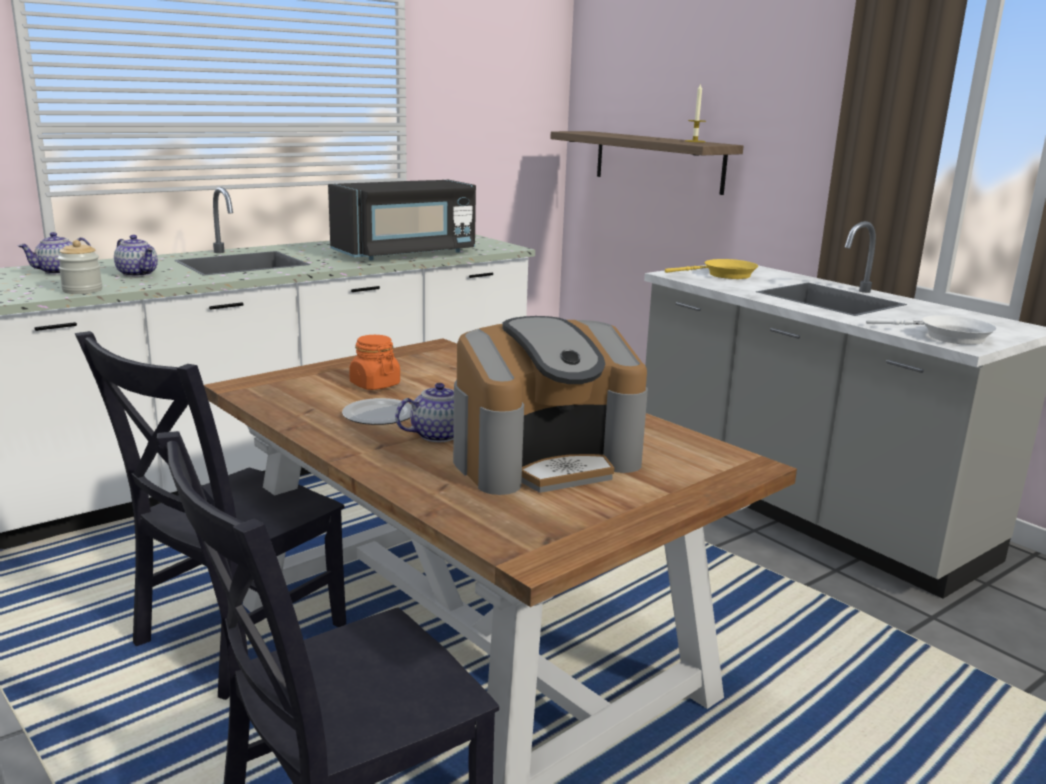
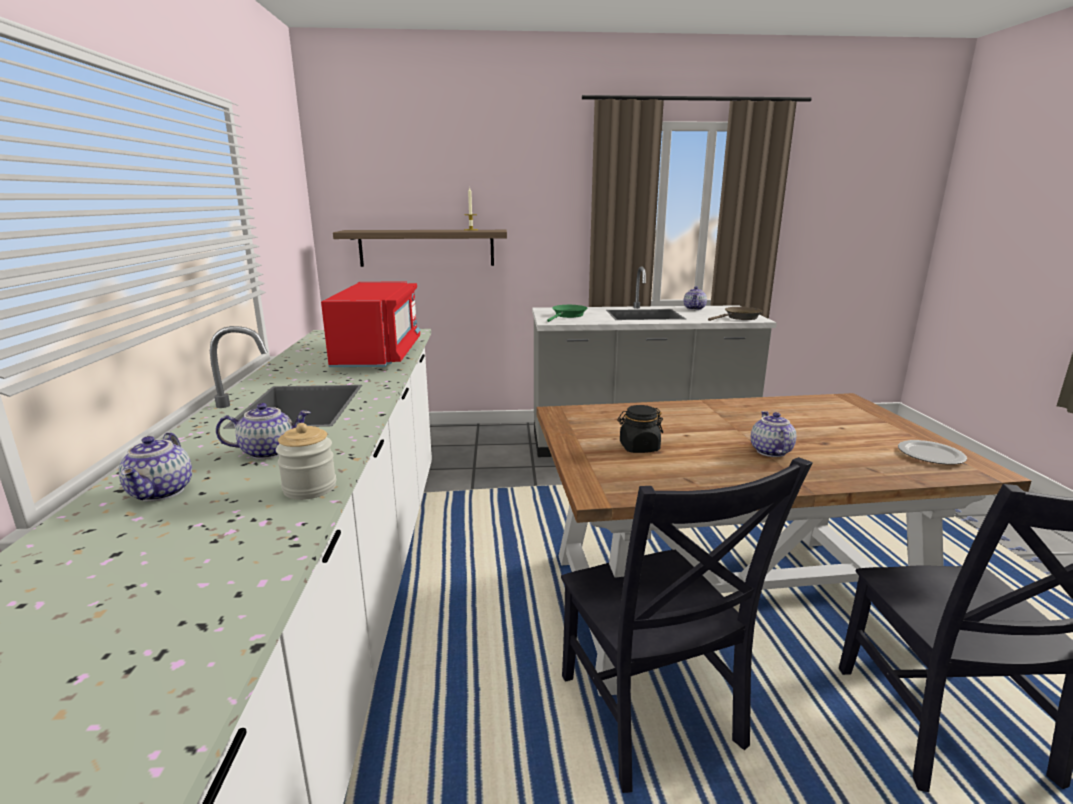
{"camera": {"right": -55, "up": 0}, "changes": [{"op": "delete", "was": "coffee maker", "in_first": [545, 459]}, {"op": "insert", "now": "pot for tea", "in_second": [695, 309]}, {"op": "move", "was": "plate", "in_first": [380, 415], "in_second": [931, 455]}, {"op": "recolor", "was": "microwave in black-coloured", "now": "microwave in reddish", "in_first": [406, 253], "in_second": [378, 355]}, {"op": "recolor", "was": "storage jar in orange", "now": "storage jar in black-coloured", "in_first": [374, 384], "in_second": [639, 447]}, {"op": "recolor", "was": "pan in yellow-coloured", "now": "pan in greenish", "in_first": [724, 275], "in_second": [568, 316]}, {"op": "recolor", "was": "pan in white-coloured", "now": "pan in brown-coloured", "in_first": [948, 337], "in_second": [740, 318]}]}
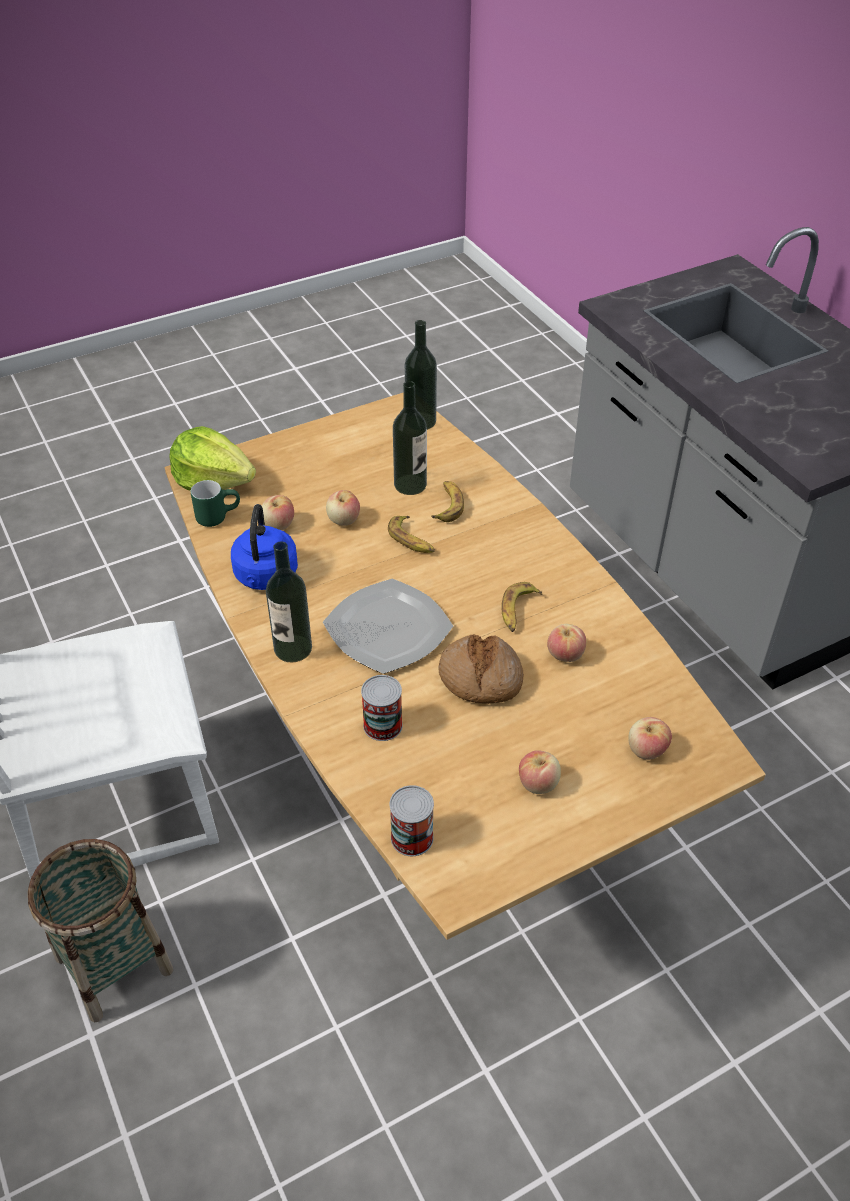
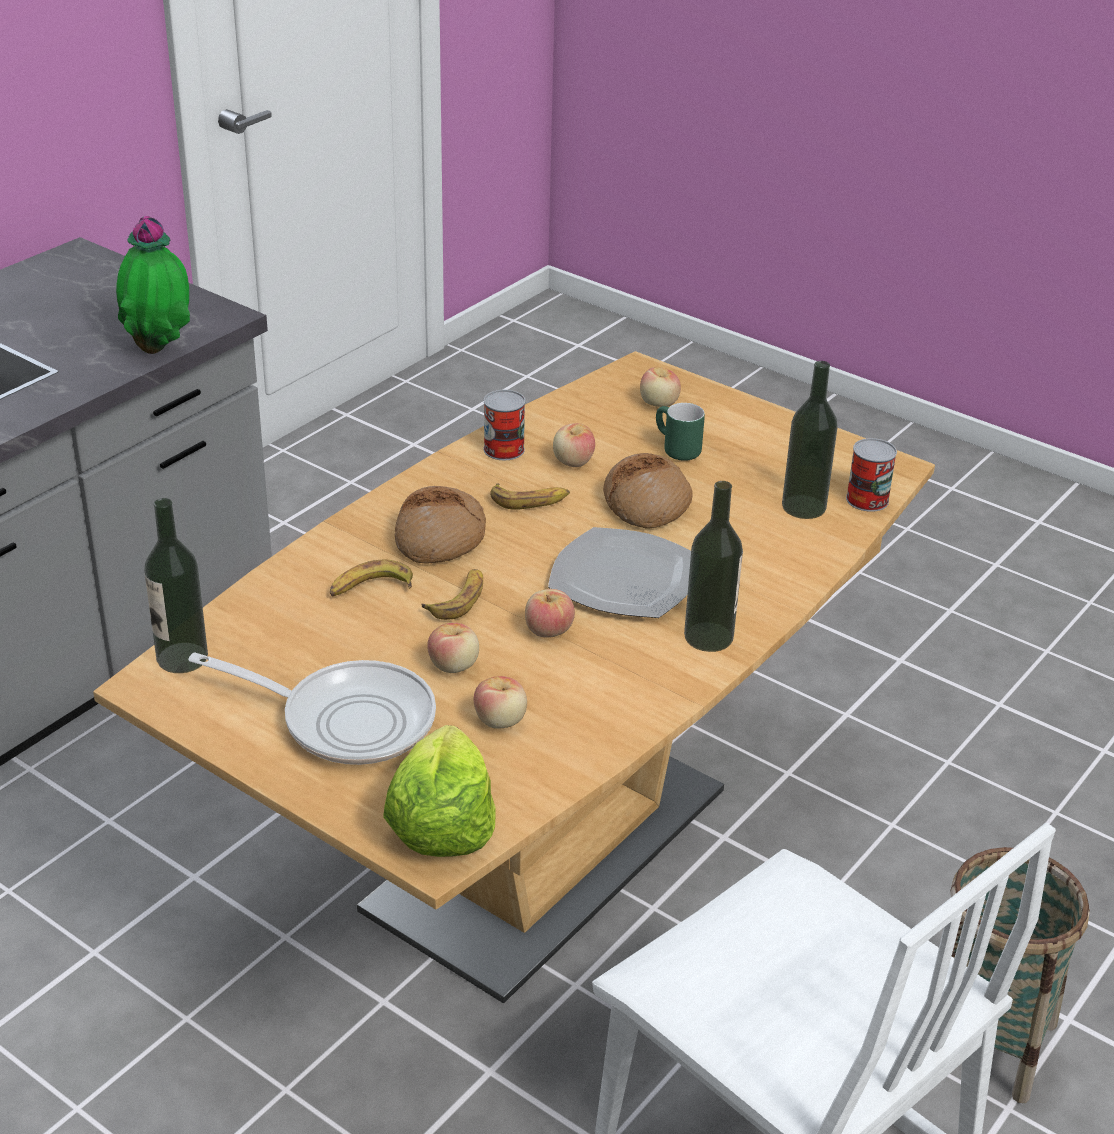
{"camera": {"right": -115, "up": -10}, "changes": [{"op": "delete", "was": "tea kettle in blue", "in_first": [265, 577]}, {"op": "insert", "now": "potted plant", "in_second": [160, 349]}, {"op": "insert", "now": "pan", "in_second": [346, 719]}, {"op": "insert", "now": "baked bread", "in_second": [440, 539]}, {"op": "move", "was": "coffee mug in greenish", "in_first": [218, 516], "in_second": [674, 450]}, {"op": "move", "was": "metal can", "in_first": [383, 725], "in_second": [504, 449]}, {"op": "move", "was": "bottle", "in_first": [410, 484], "in_second": [803, 507]}, {"op": "move", "was": "whole apple", "in_first": [538, 783], "in_second": [548, 631]}]}
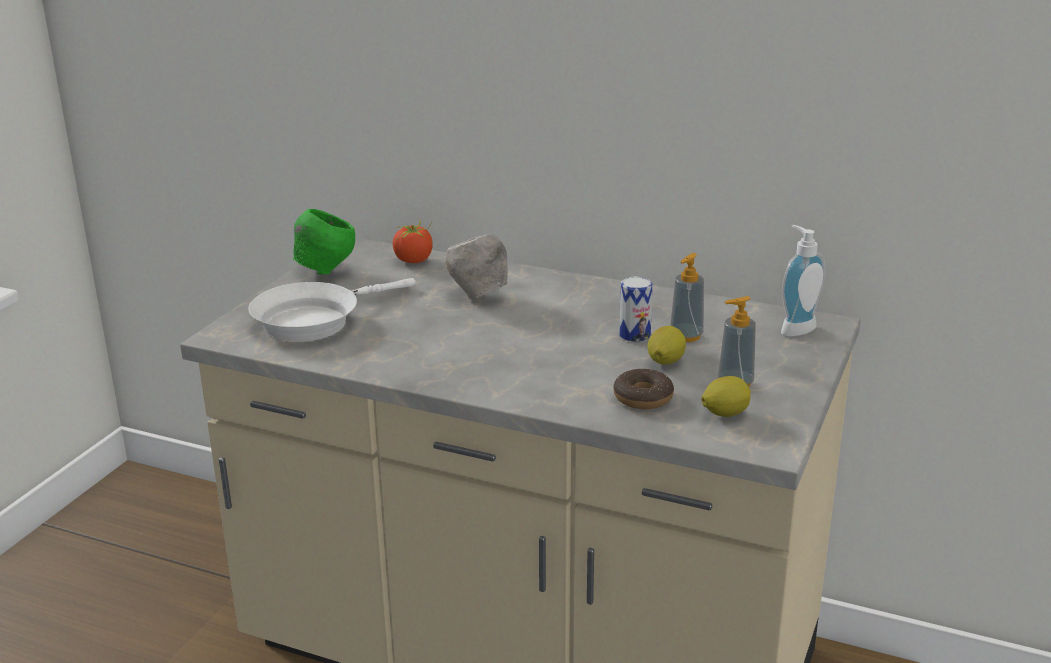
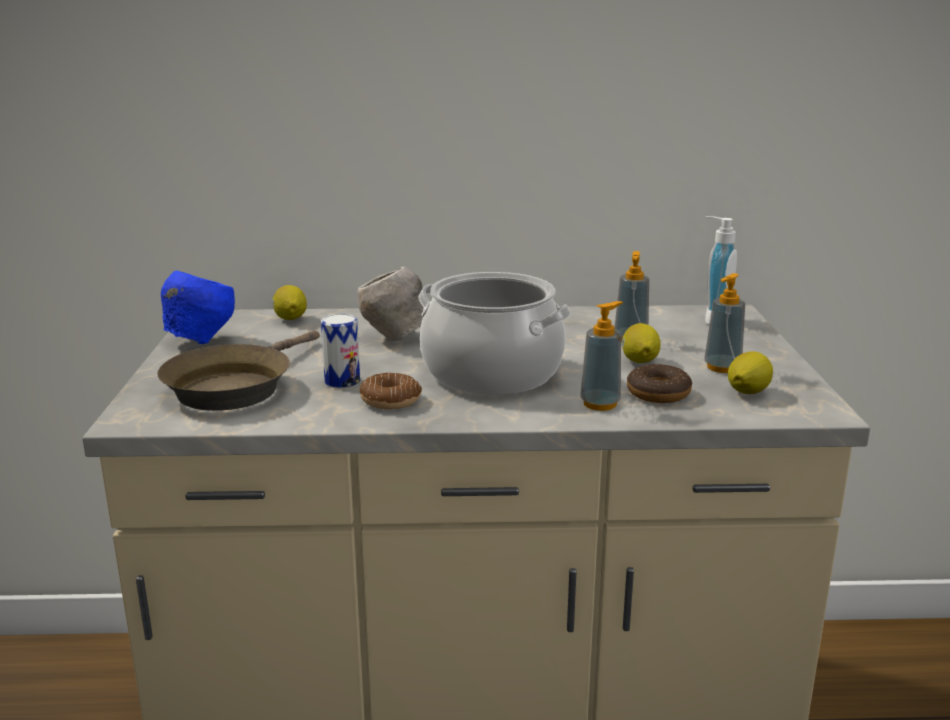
{"camera": {"right": -25, "up": -5}, "changes": [{"op": "insert", "now": "doughnut", "in_second": [390, 400]}, {"op": "insert", "now": "cooking pot", "in_second": [493, 372]}, {"op": "insert", "now": "soap bottle", "in_second": [600, 404]}, {"op": "move", "was": "metal can", "in_first": [634, 335], "in_second": [342, 381]}, {"op": "replace", "was": "whole tomato", "now": "whole lemon", "in_first": [413, 260], "in_second": [290, 319]}, {"op": "recolor", "was": "pan in white-coloured", "now": "pan in brown-coloured", "in_first": [314, 321], "in_second": [234, 387]}, {"op": "recolor", "was": "serving bowl in greenish", "now": "serving bowl in blue", "in_first": [325, 271], "in_second": [200, 341]}]}
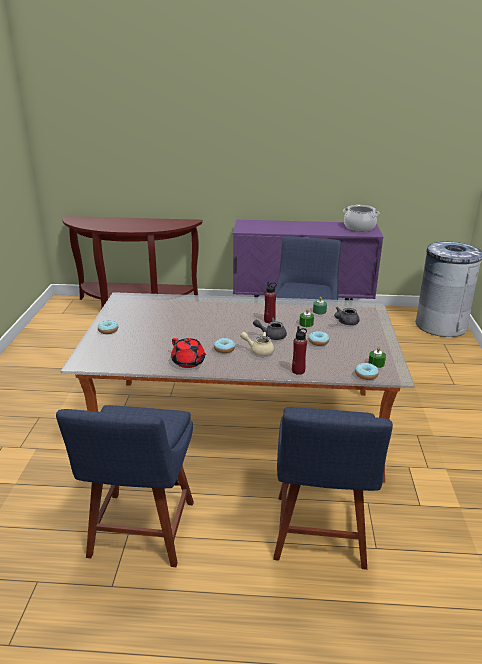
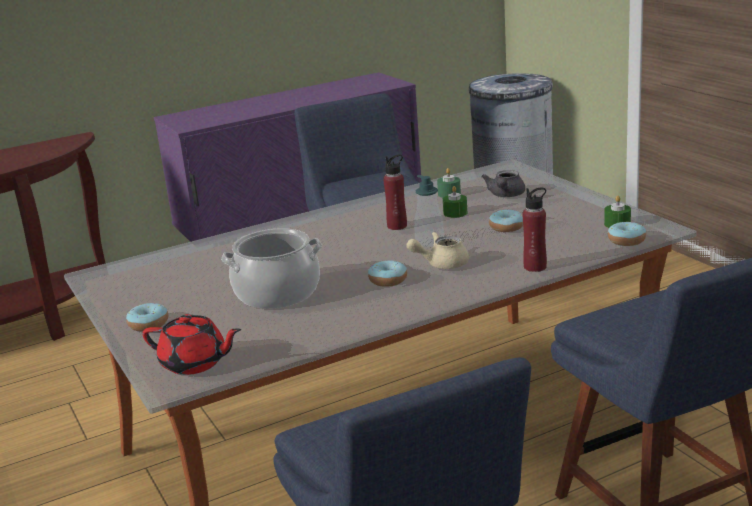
{"camera": {"right": -30, "up": -5}, "changes": [{"op": "move", "was": "pot for tea in reddish", "in_first": [188, 362], "in_second": [195, 363]}, {"op": "move", "was": "cooking pot", "in_first": [359, 227], "in_second": [277, 293]}, {"op": "replace", "was": "pot for tea in grey", "now": "soap bottle", "in_first": [271, 335], "in_second": [429, 242]}]}
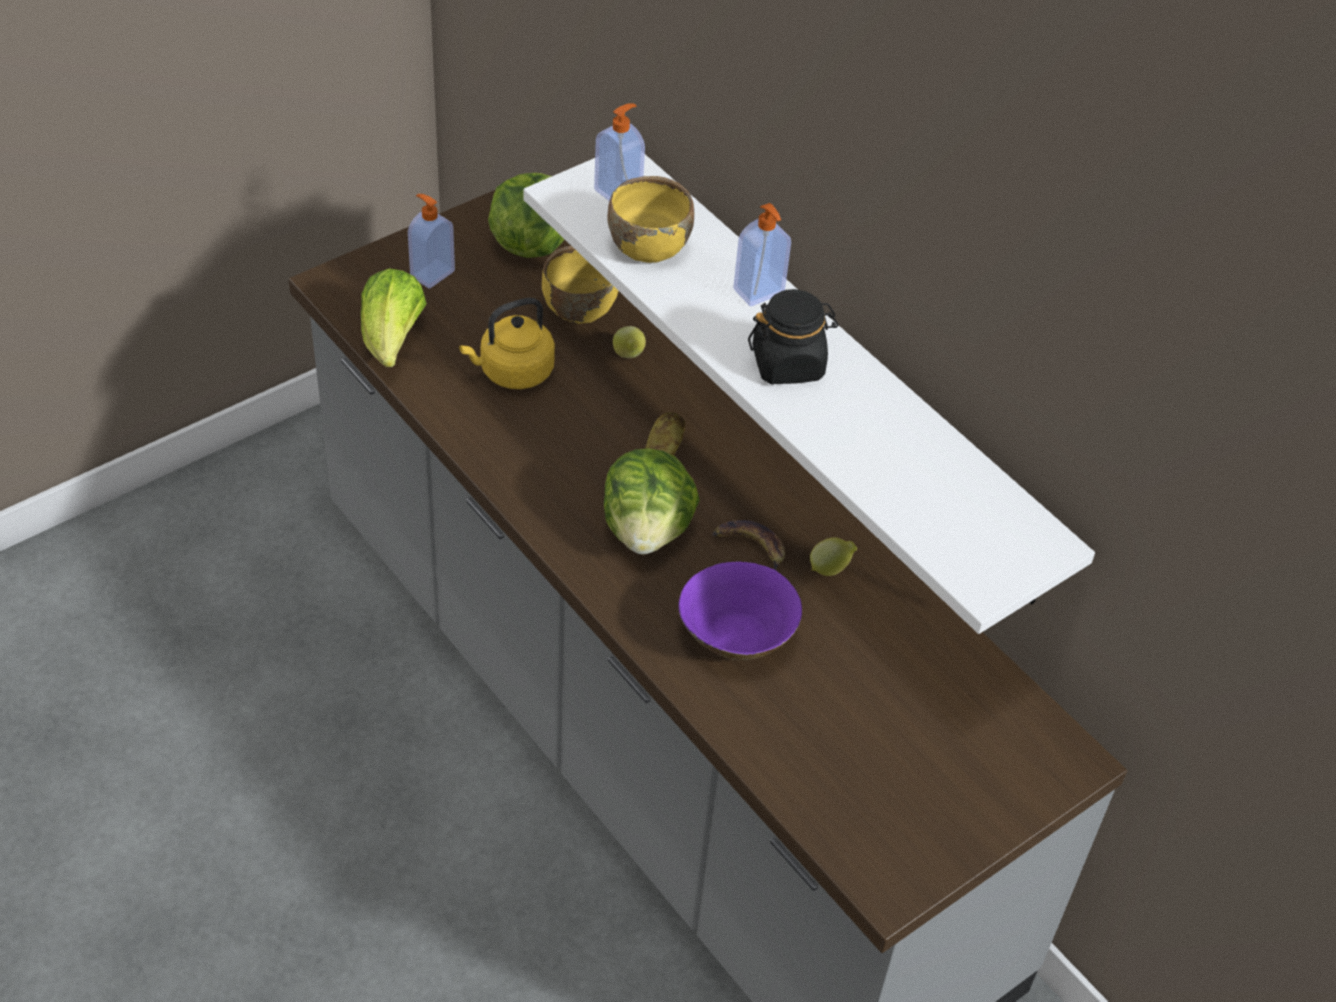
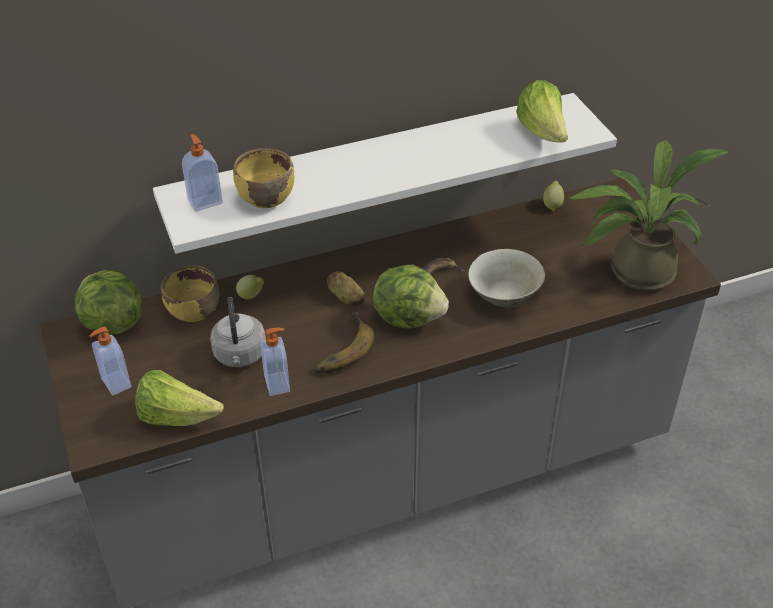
{"camera": {"right": -70, "up": -5}, "changes": [{"op": "delete", "was": "storage jar in black-coloured", "in_first": [788, 363]}, {"op": "insert", "now": "whole banana", "in_second": [339, 348]}, {"op": "insert", "now": "head of lettuce", "in_second": [543, 133]}, {"op": "insert", "now": "potted plant", "in_second": [633, 271]}, {"op": "move", "was": "soap bottle", "in_first": [759, 292], "in_second": [278, 383]}, {"op": "move", "was": "whole lemon", "in_first": [830, 569], "in_second": [552, 205]}, {"op": "recolor", "was": "tea kettle in yellow-coloured", "now": "tea kettle in grey", "in_first": [513, 372], "in_second": [240, 356]}, {"op": "recolor", "was": "serving bowl in purple-coloured", "now": "serving bowl in sand-coloured", "in_first": [736, 635], "in_second": [504, 295]}]}
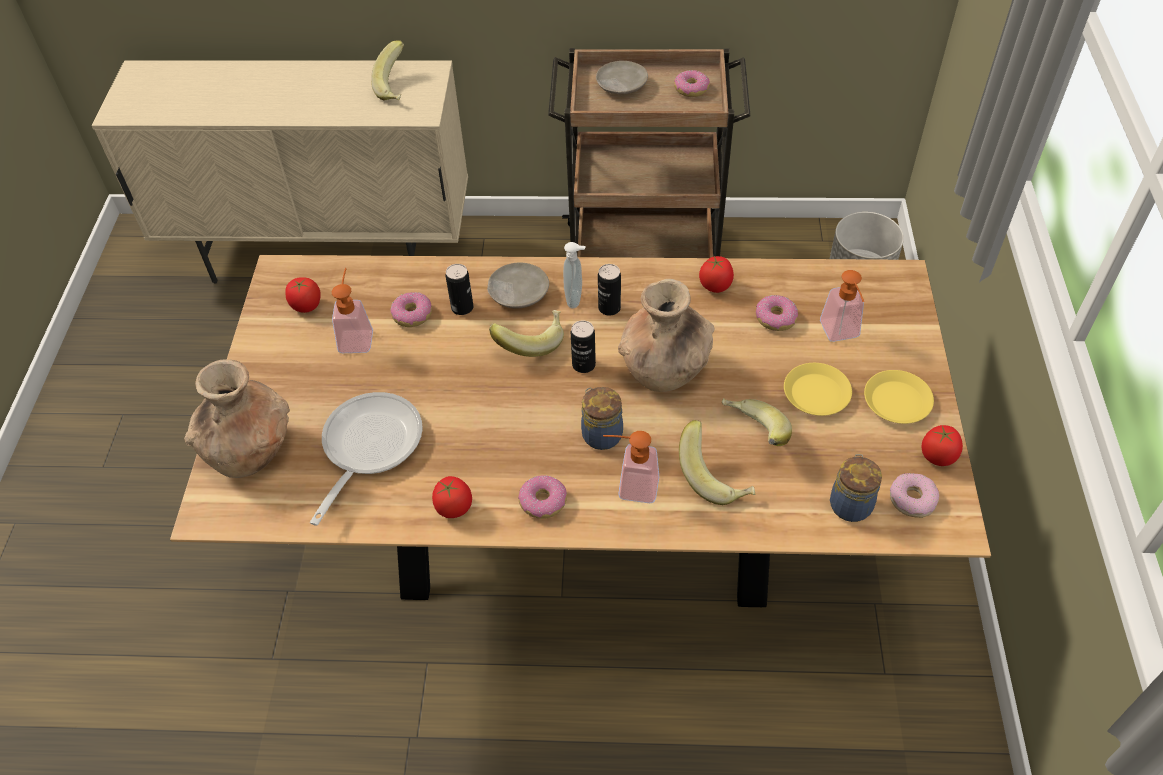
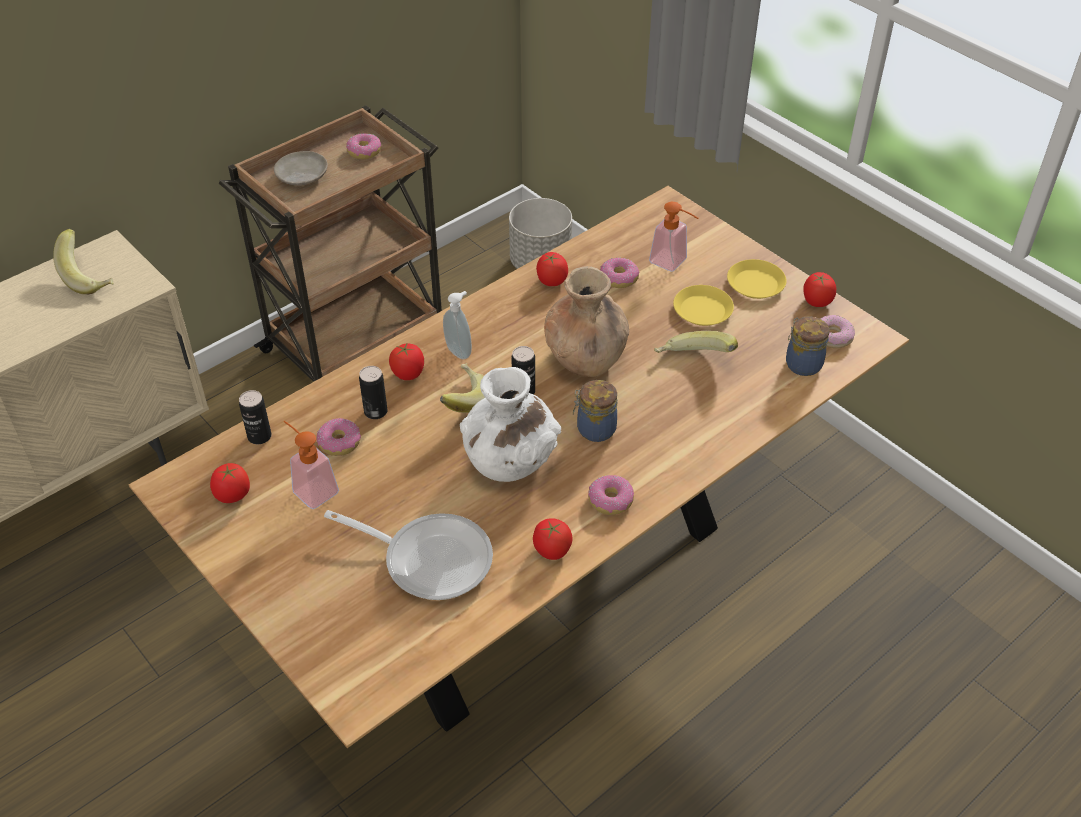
{"camera": {"right": -45, "up": -5}, "changes": [{"op": "delete", "was": "vase in brown-coloured", "in_first": [251, 450]}, {"op": "delete", "was": "soap bottle", "in_first": [630, 486]}, {"op": "delete", "was": "whole banana", "in_first": [715, 477]}, {"op": "insert", "now": "vase in white-coloured", "in_second": [510, 461]}, {"op": "move", "was": "metal can", "in_first": [609, 308], "in_second": [259, 436]}, {"op": "replace", "was": "plate in sand-coloured", "now": "whole tomato", "in_first": [518, 293], "in_second": [408, 373]}, {"op": "rotate", "was": "pan", "in_first": [368, 447], "in_second": [429, 559], "clockwise": 135}]}
